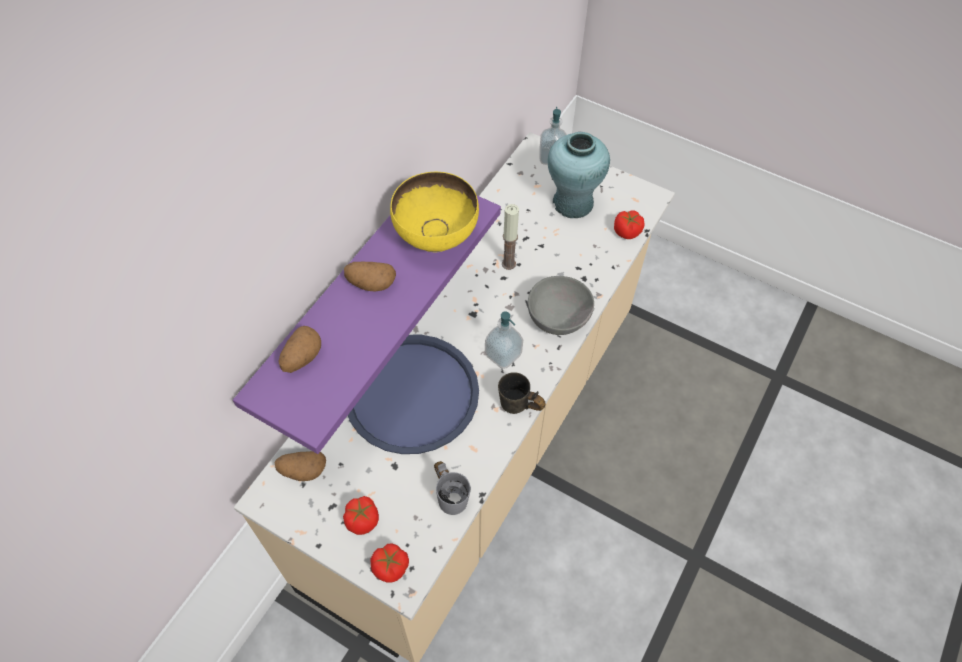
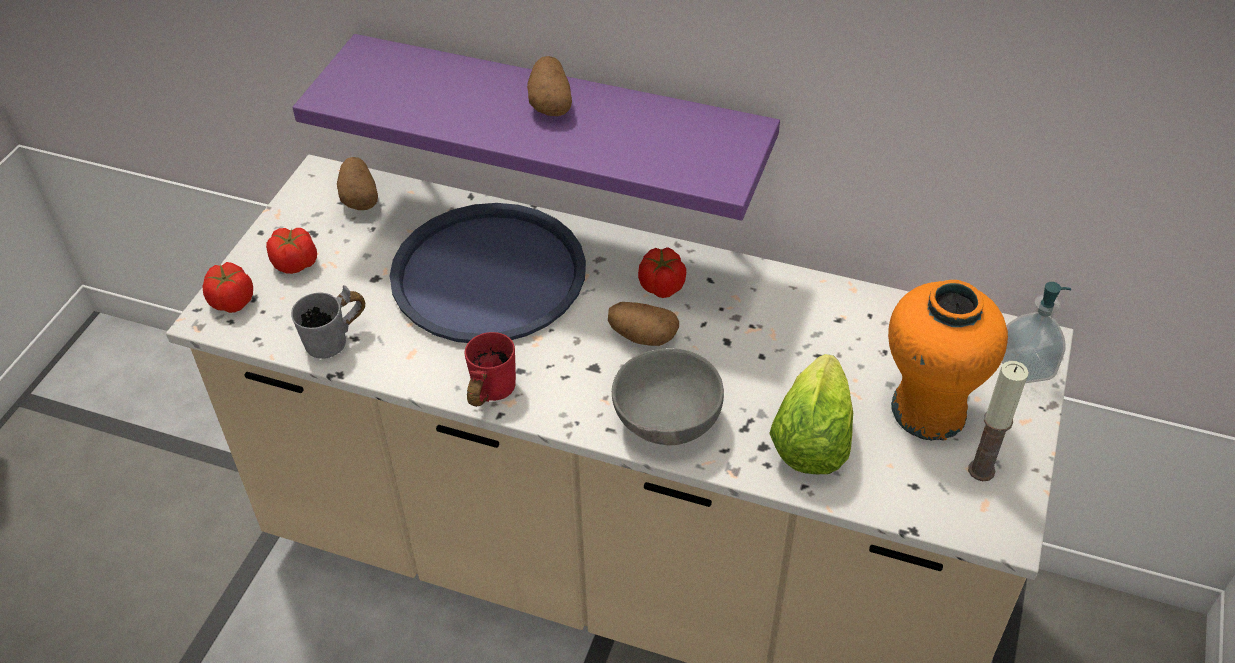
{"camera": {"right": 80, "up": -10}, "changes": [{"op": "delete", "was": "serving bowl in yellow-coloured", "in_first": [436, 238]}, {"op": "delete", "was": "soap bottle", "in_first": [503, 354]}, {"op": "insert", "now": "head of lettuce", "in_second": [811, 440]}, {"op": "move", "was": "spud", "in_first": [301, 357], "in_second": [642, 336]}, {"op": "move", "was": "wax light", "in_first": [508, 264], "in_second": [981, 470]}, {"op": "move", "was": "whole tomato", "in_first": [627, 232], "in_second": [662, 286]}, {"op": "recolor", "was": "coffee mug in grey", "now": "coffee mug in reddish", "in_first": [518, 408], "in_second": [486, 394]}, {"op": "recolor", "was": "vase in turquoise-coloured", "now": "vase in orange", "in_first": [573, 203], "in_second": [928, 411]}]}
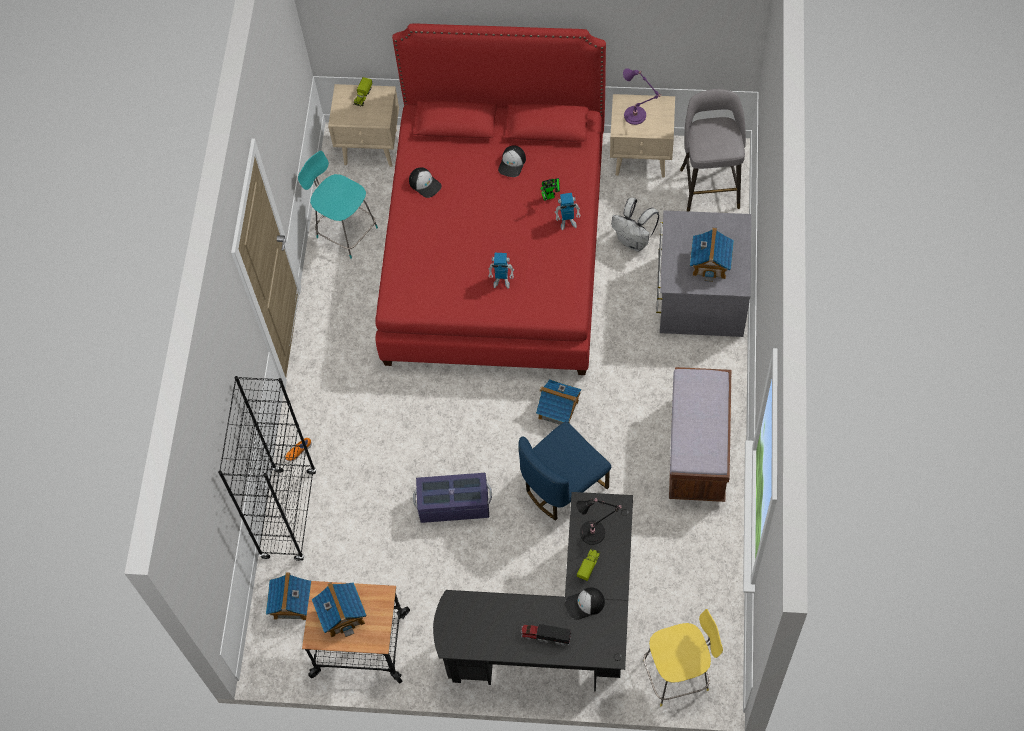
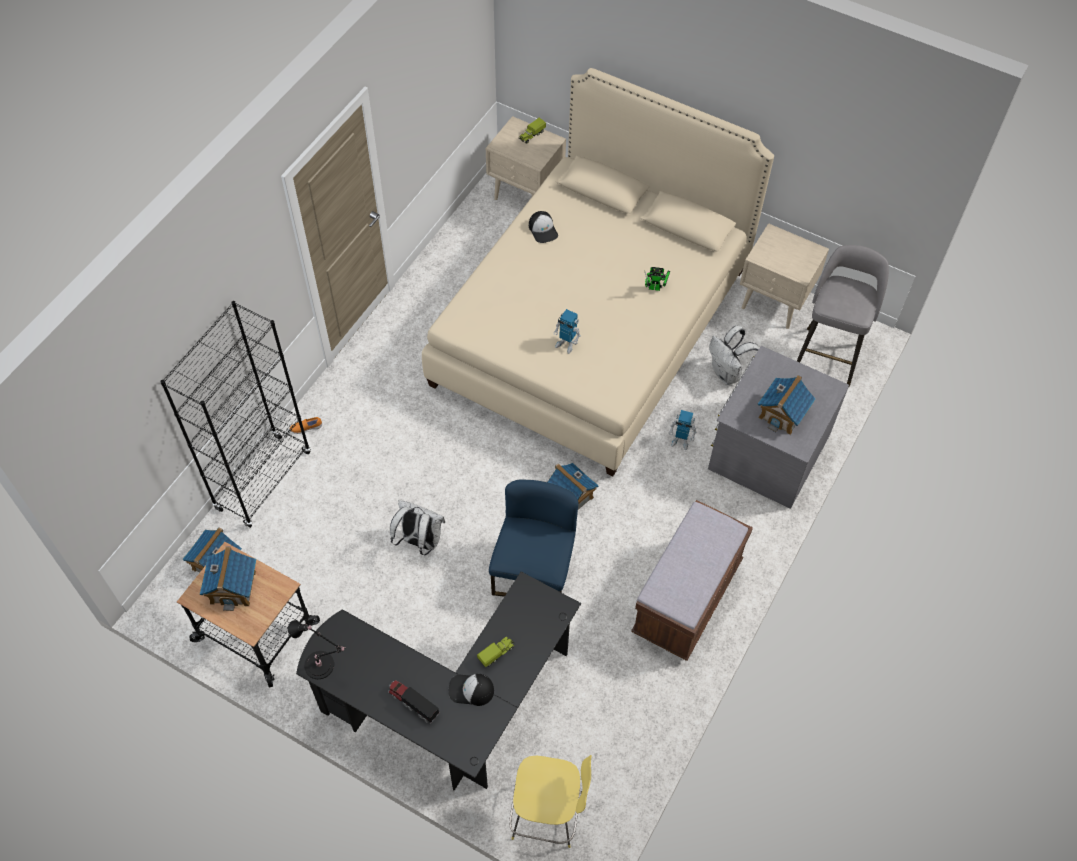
{"camera": {"right": 20, "up": -5}, "changes": [{"op": "delete", "was": "sitting stool in turquoise-coloured", "in_first": [345, 231]}, {"op": "delete", "was": "baseball cap", "in_first": [512, 163]}, {"op": "delete", "was": "lamp for a table in purple-coloured", "in_first": [637, 116]}, {"op": "move", "was": "model robot", "in_first": [567, 222], "in_second": [680, 441]}, {"op": "move", "was": "lamp for a table in black-coloured", "in_first": [594, 532], "in_second": [321, 666]}, {"op": "replace", "was": "storage bin in purple-coloured", "now": "backpack in white-coloured", "in_first": [454, 505], "in_second": [419, 541]}, {"op": "recolor", "was": "bed in reddish", "now": "bed in sand-coloured", "in_first": [495, 248], "in_second": [590, 325]}, {"op": "rotate", "was": "upright chair in blue", "in_first": [563, 486], "in_second": [534, 571], "clockwise": 120}]}
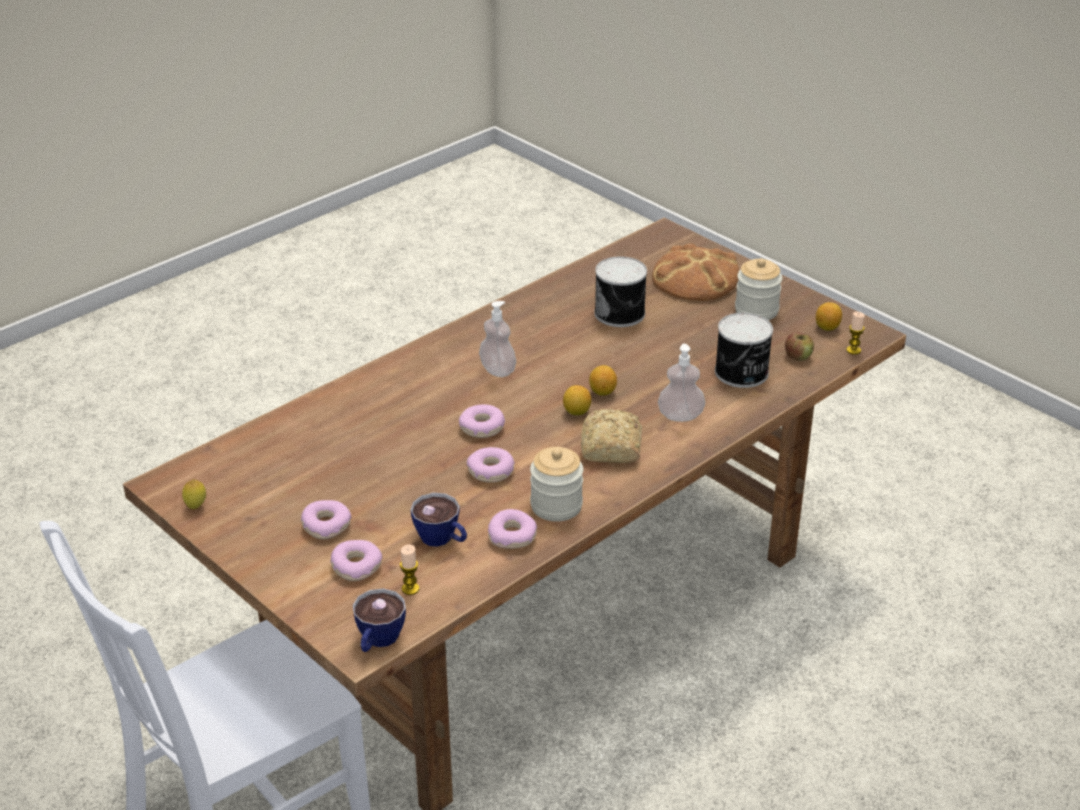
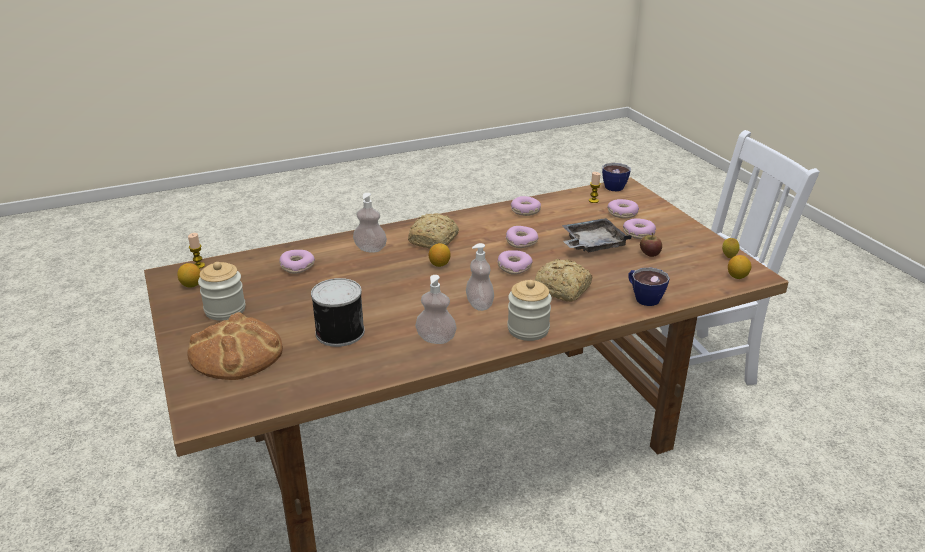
{"camera": {"right": -160, "up": -5}, "changes": [{"op": "insert", "now": "soap bottle", "in_second": [436, 339]}, {"op": "insert", "now": "baked bread", "in_second": [563, 290]}, {"op": "insert", "now": "carrying tray in grey", "in_second": [592, 244]}, {"op": "move", "was": "cup", "in_first": [442, 540], "in_second": [643, 297]}, {"op": "move", "was": "storage jar", "in_first": [556, 506], "in_second": [528, 329]}, {"op": "move", "was": "whole lemon", "in_first": [602, 392], "in_second": [737, 277]}, {"op": "move", "was": "whole apple", "in_first": [798, 356], "in_second": [649, 254]}, {"op": "replace", "was": "metal can", "now": "doughnut", "in_first": [742, 373], "in_second": [297, 266]}]}
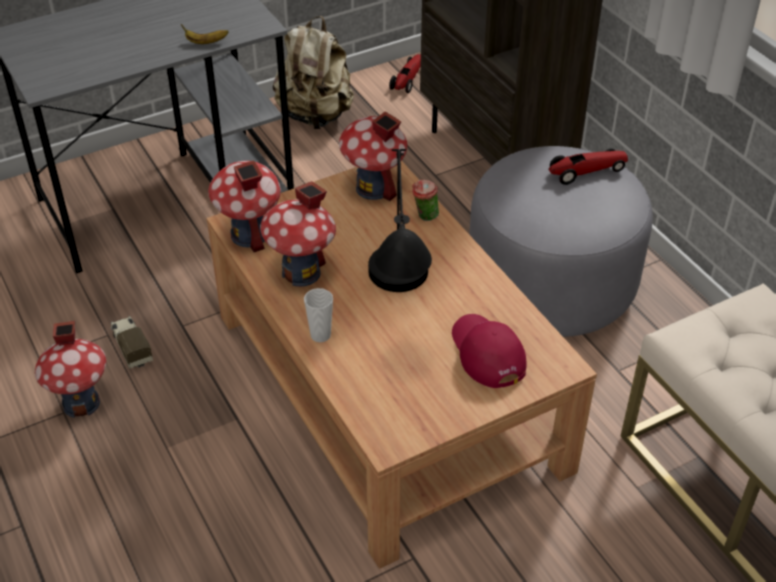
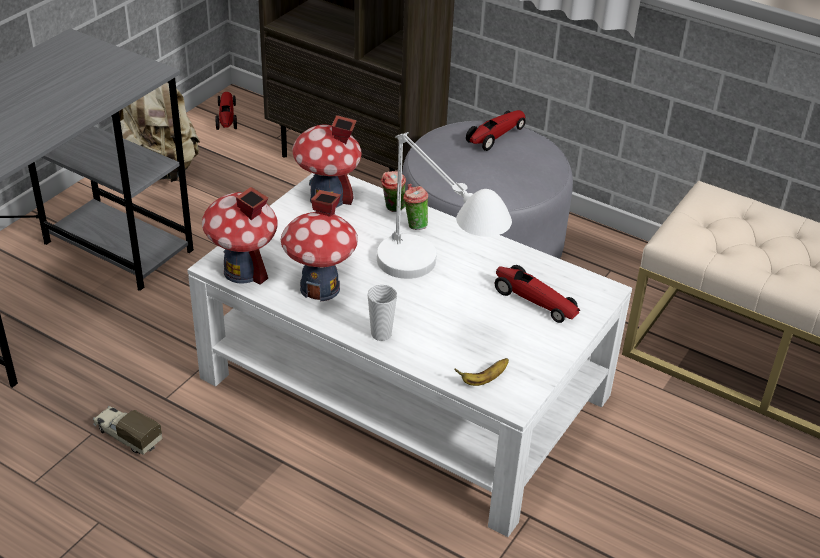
{"camera": {"right": -30, "up": -5}, "changes": [{"op": "delete", "was": "toy house", "in_first": [81, 403]}, {"op": "insert", "now": "cup", "in_second": [414, 225]}, {"op": "move", "was": "whole banana", "in_first": [205, 42], "in_second": [483, 380]}, {"op": "replace", "was": "baseball cap in reddish", "now": "model car", "in_first": [486, 353], "in_second": [534, 301]}, {"op": "recolor", "was": "low table in brown-coloured", "now": "low table in white-coloured", "in_first": [389, 391], "in_second": [407, 387]}, {"op": "recolor", "was": "lamp for a table in black-coloured", "now": "lamp for a table in white-coloured", "in_first": [399, 309], "in_second": [433, 290]}]}
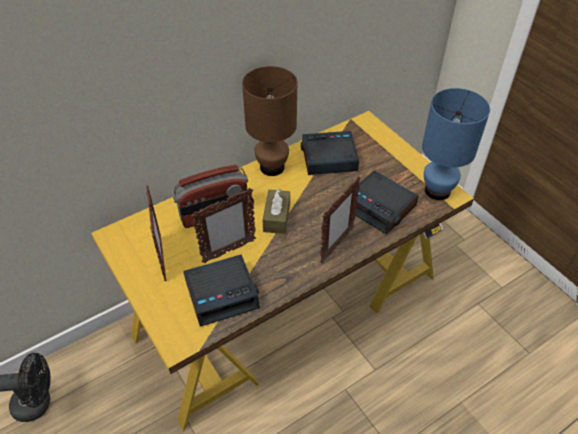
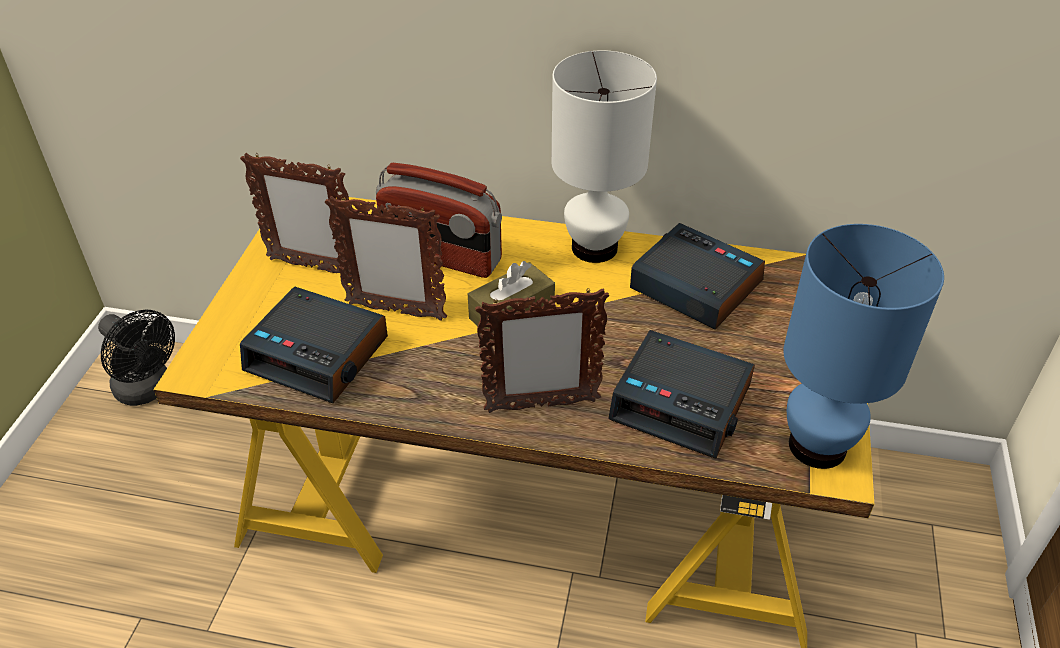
{"camera": {"right": 45, "up": -5}, "changes": [{"op": "recolor", "was": "lamp for a table in brown-coloured", "now": "lamp for a table in white-coloured", "in_first": [272, 167], "in_second": [595, 248]}, {"op": "rotate", "was": "standing frame", "in_first": [162, 259], "in_second": [312, 267], "clockwise": 75}, {"op": "rotate", "was": "bedside clock", "in_first": [380, 207], "in_second": [682, 403], "clockwise": -60}]}
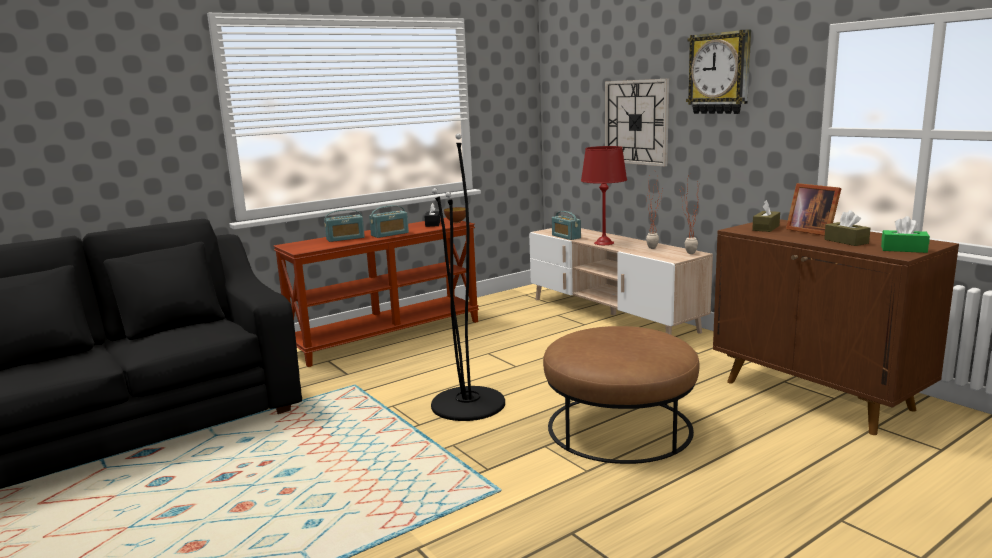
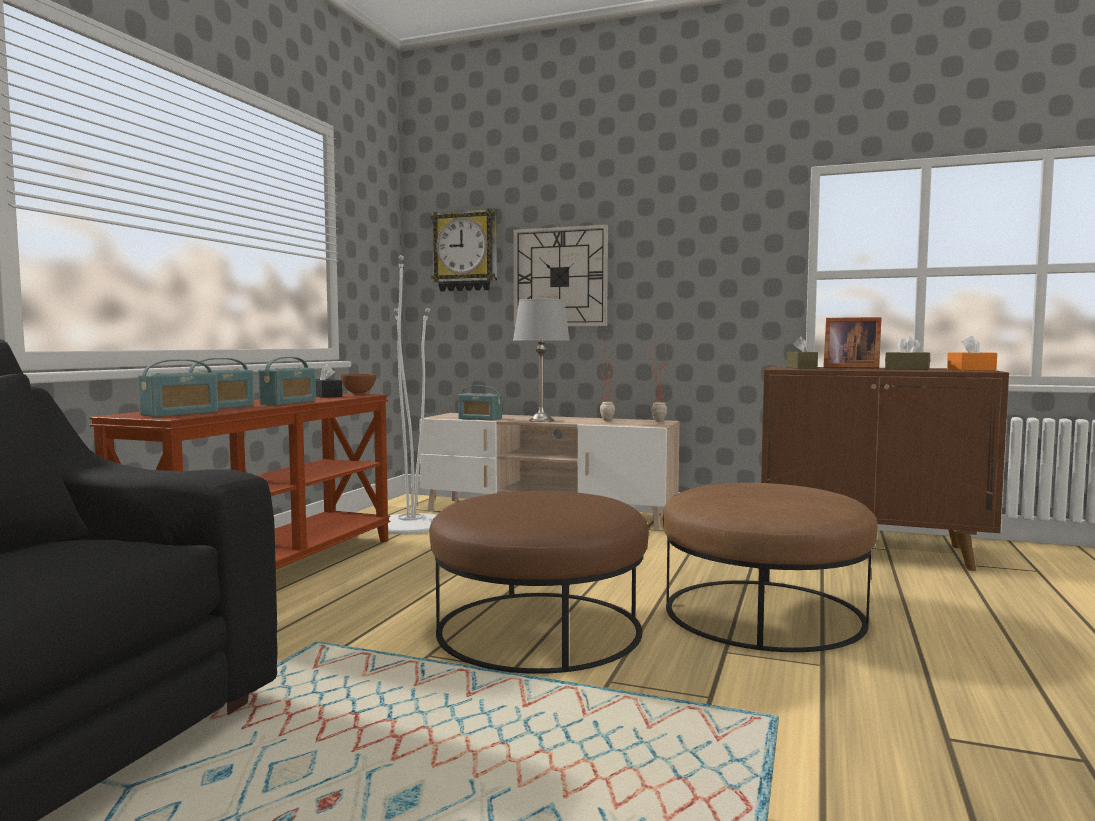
{"camera": {"right": -35, "up": -10}, "changes": [{"op": "insert", "now": "radio", "in_second": [180, 413]}, {"op": "insert", "now": "floor lamp in white-coloured", "in_second": [410, 524]}, {"op": "move", "was": "clock on the wall", "in_first": [719, 73], "in_second": [465, 251]}, {"op": "replace", "was": "floor lamp in black-coloured", "now": "pouffe in brown-coloured", "in_first": [468, 404], "in_second": [539, 628]}, {"op": "recolor", "was": "lamp for a table in reddish", "now": "lamp for a table in grey", "in_first": [603, 243], "in_second": [540, 420]}, {"op": "recolor", "was": "tissue box in greenish", "now": "tissue box in orange", "in_first": [903, 249], "in_second": [971, 370]}]}
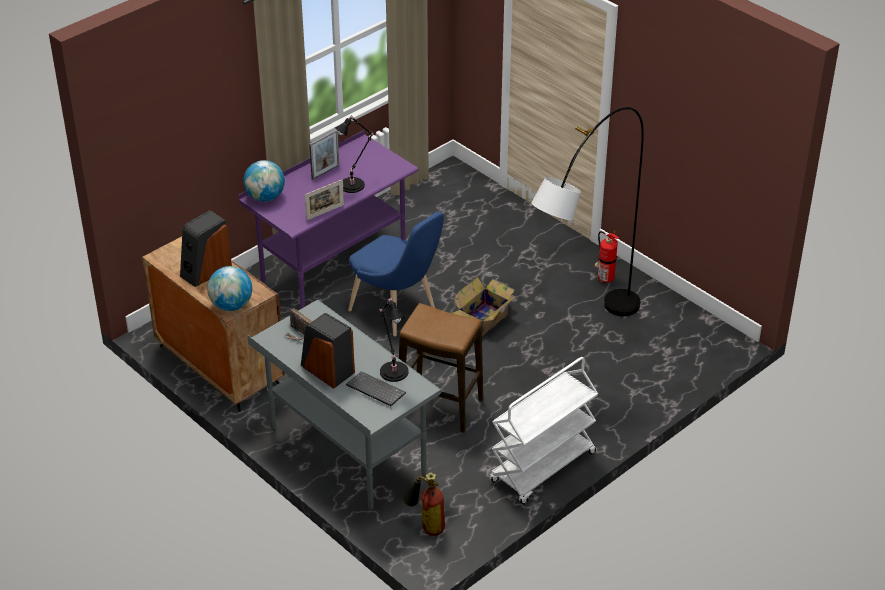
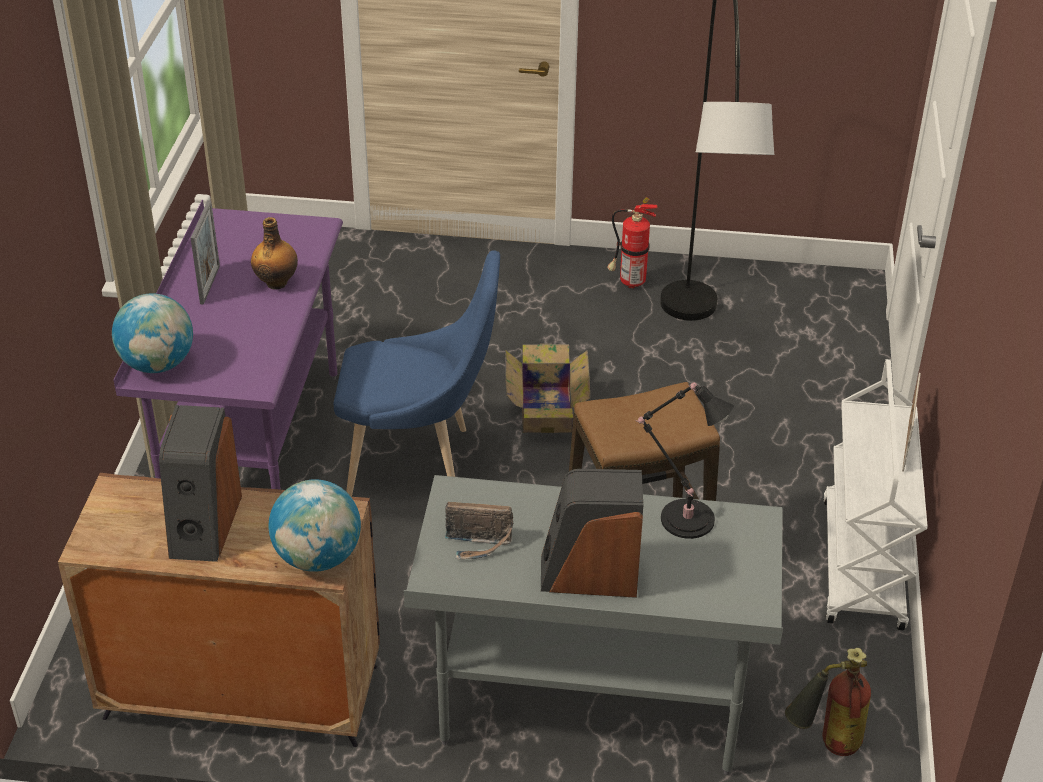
{"camera": {"right": -40, "up": 0}, "changes": [{"op": "delete", "was": "PC keyboard", "in_first": [374, 390]}, {"op": "move", "was": "standing frame", "in_first": [325, 212], "in_second": [906, 444]}, {"op": "replace", "was": "lamp for a table in black-coloured", "now": "bottle", "in_first": [354, 184], "in_second": [277, 282]}]}
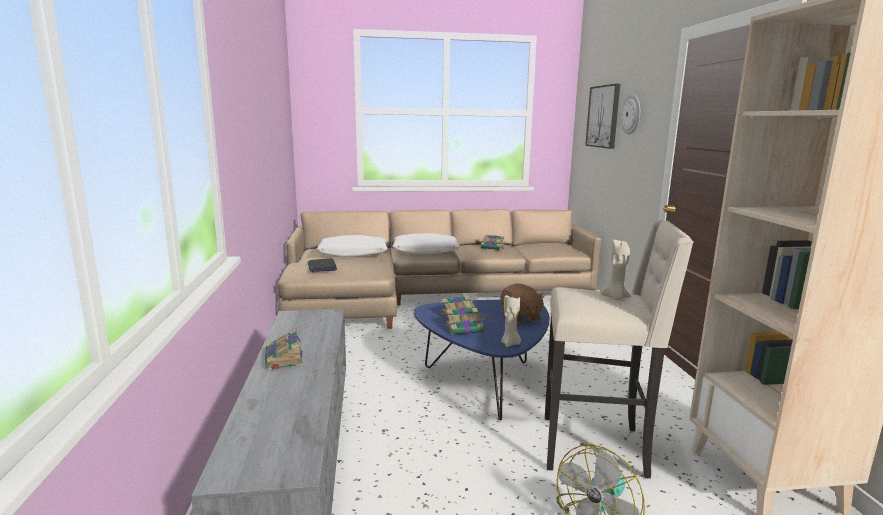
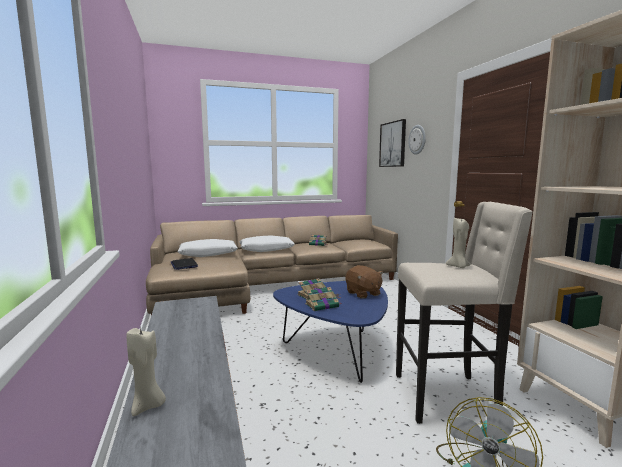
{"camera": {"right": -10, "up": -5}, "changes": [{"op": "delete", "was": "book", "in_first": [284, 359]}, {"op": "move", "was": "wax light in sand-coloured", "in_first": [510, 344], "in_second": [148, 406]}]}
